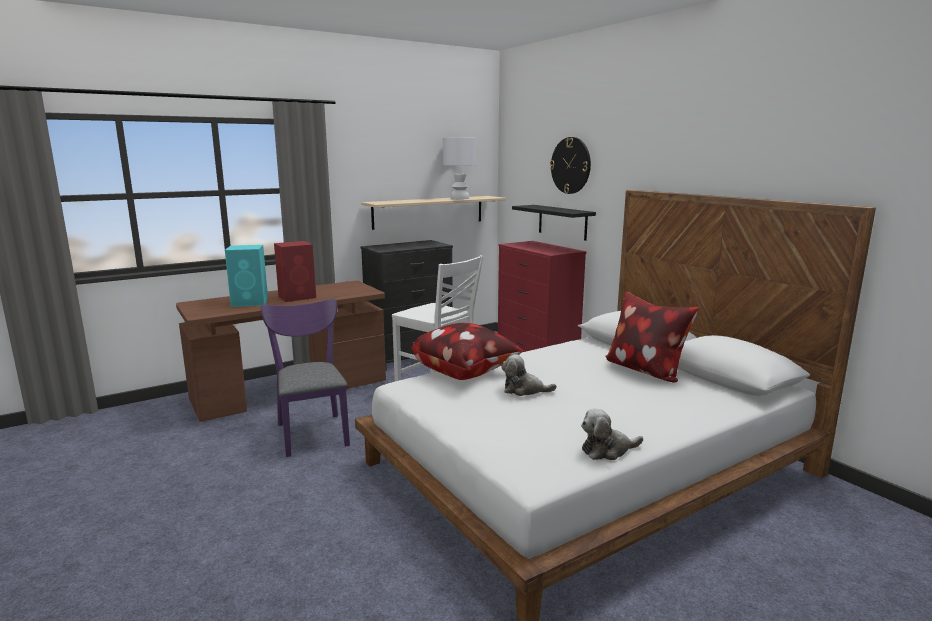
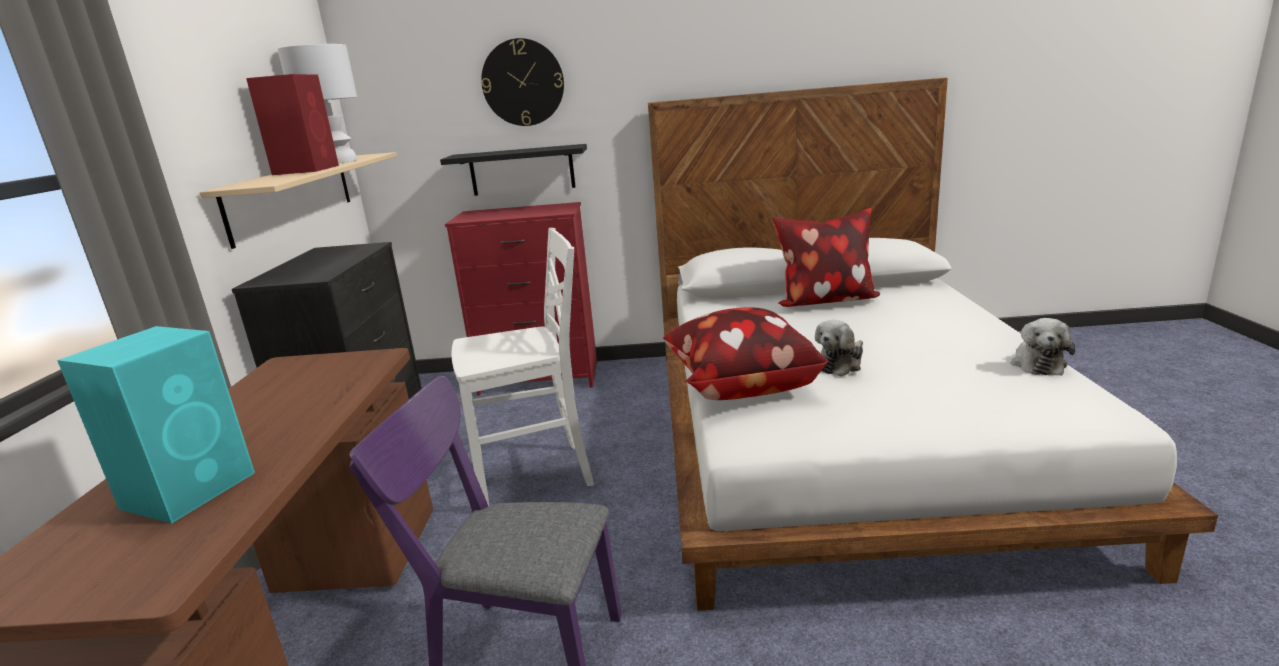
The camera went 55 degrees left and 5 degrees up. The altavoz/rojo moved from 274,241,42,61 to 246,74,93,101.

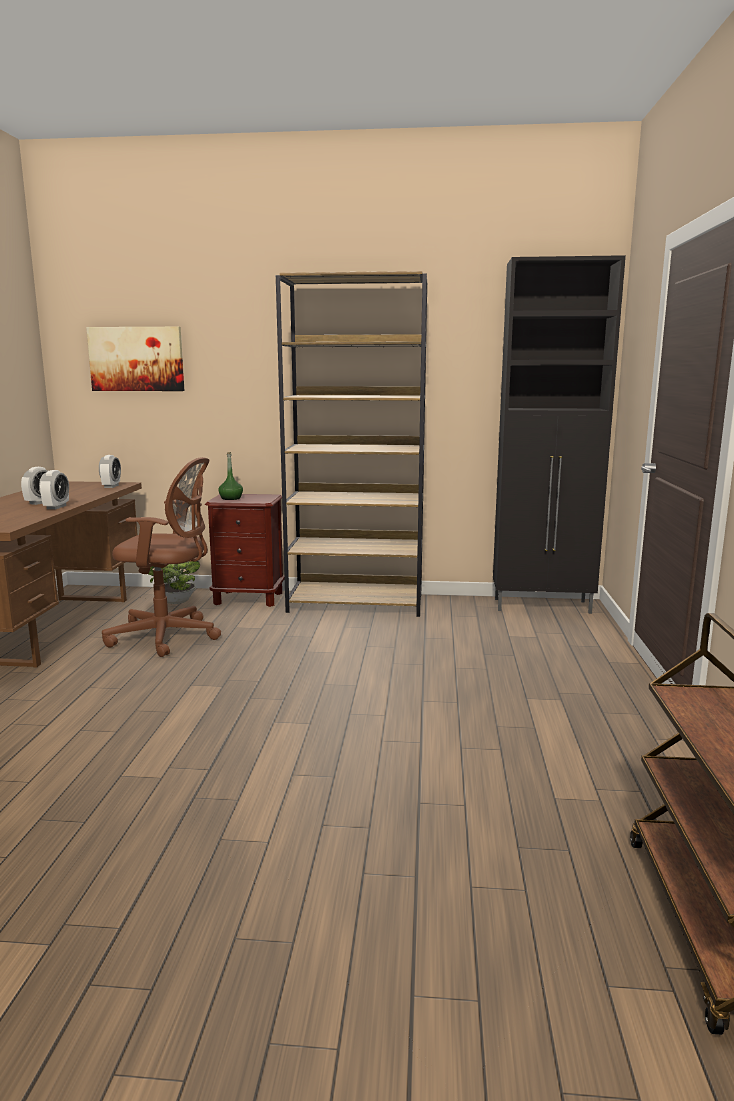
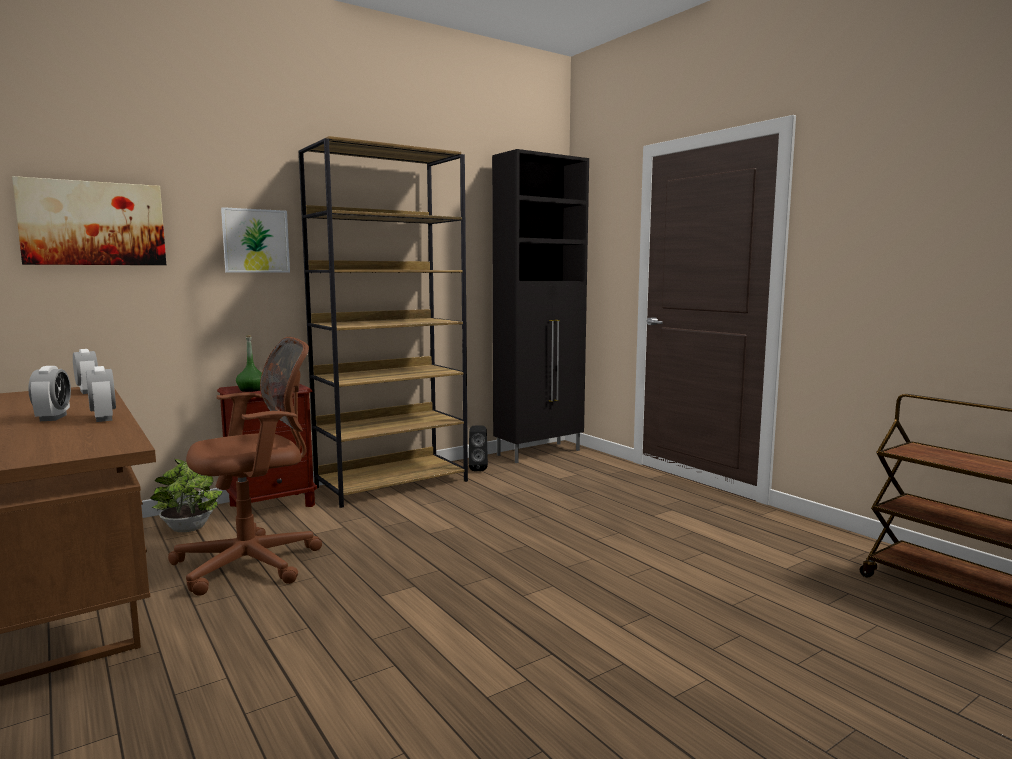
The camera went 40 degrees left and 5 degrees down. The cuadro at 221,207,69,66 appeared. The altavoz/negro at 469,425,19,46 appeared.

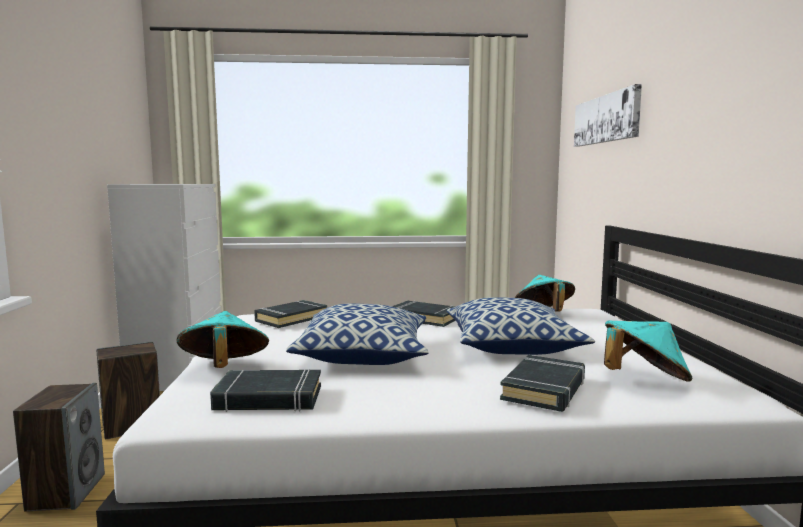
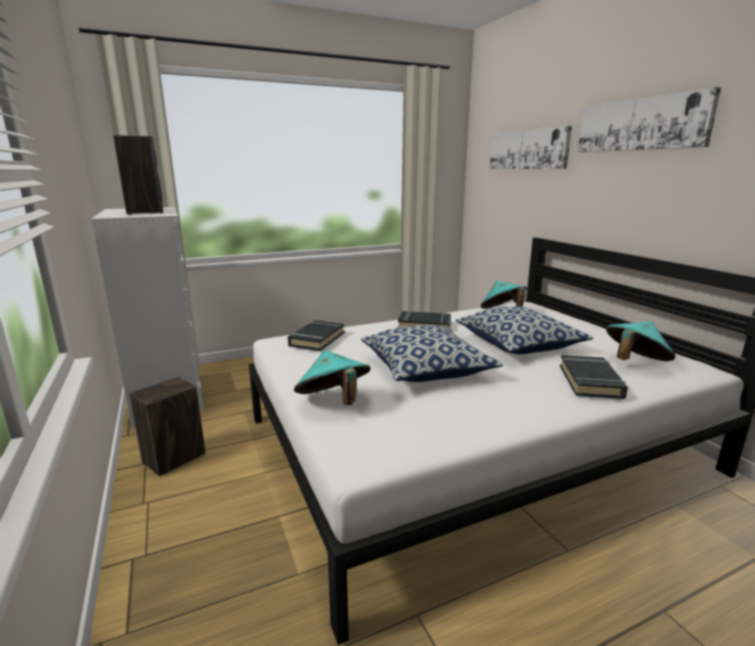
The camera went 20 degrees left and 10 degrees up. The altavoz moved from 13,383,92,129 to 113,135,50,79. The libro/negro at 210,370,111,42 disappeared. The cuadro at 578,87,143,65 appeared.

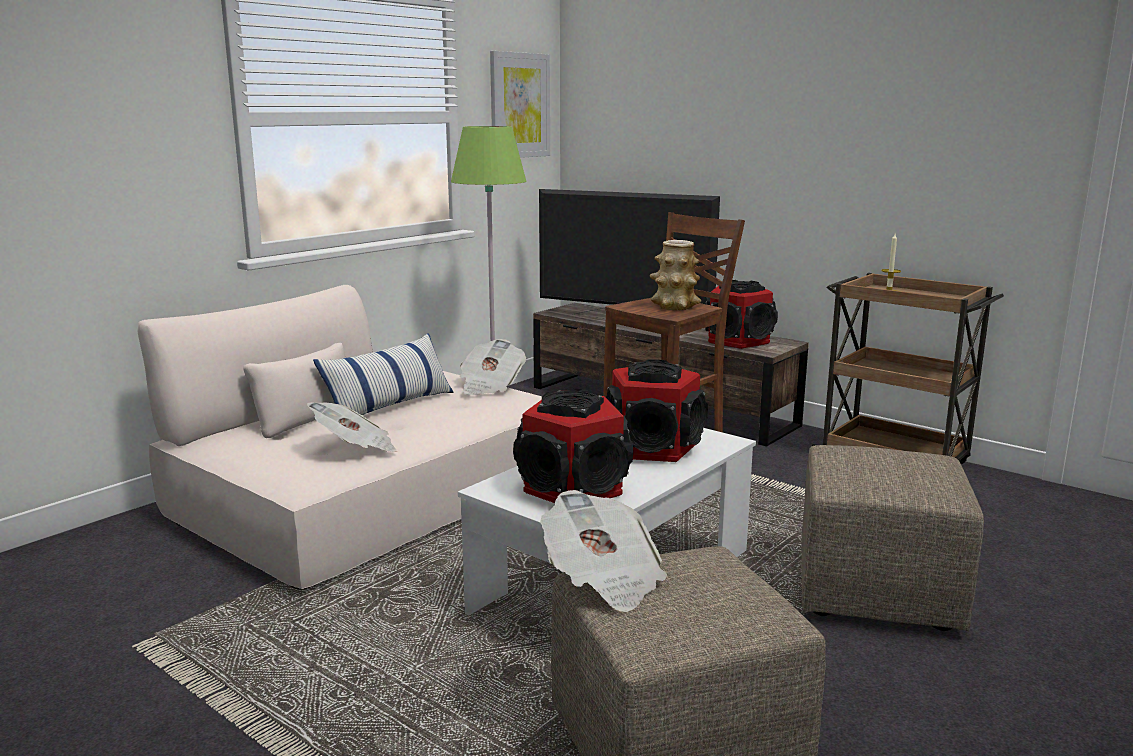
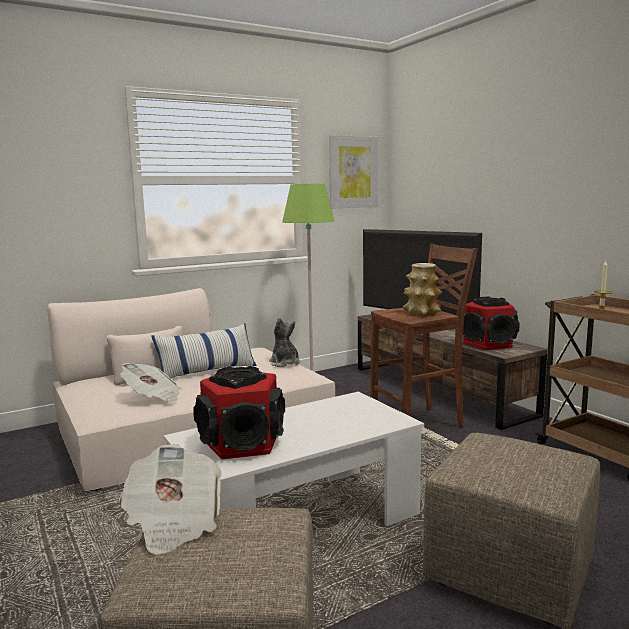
The camera went 20 degrees right and 5 degrees down. The periódico at 459,339,67,56 was replaced by the peluche at 269,317,31,50. The altavoz at 606,359,102,103 disappeared.

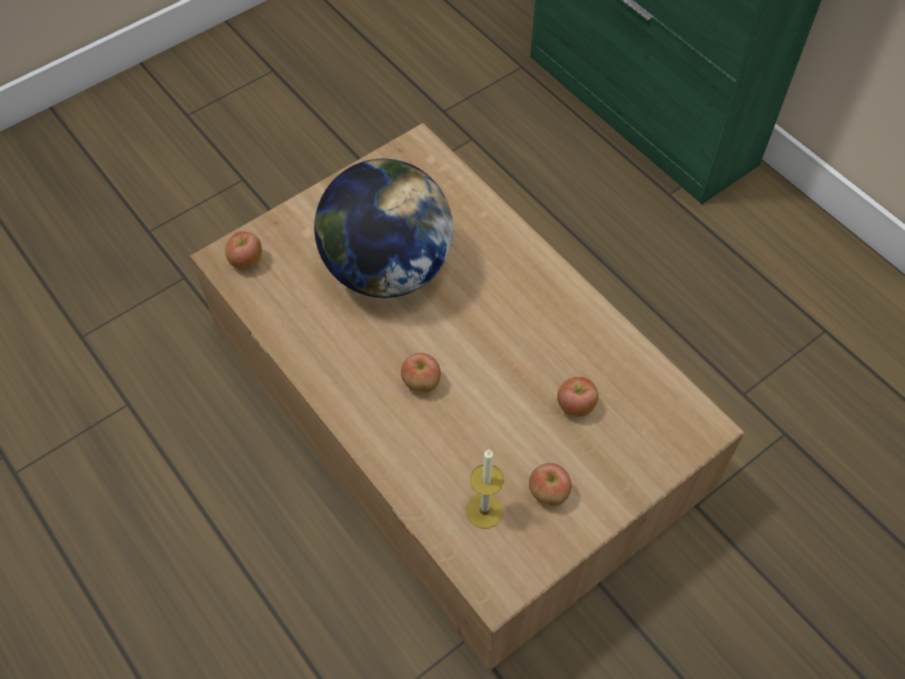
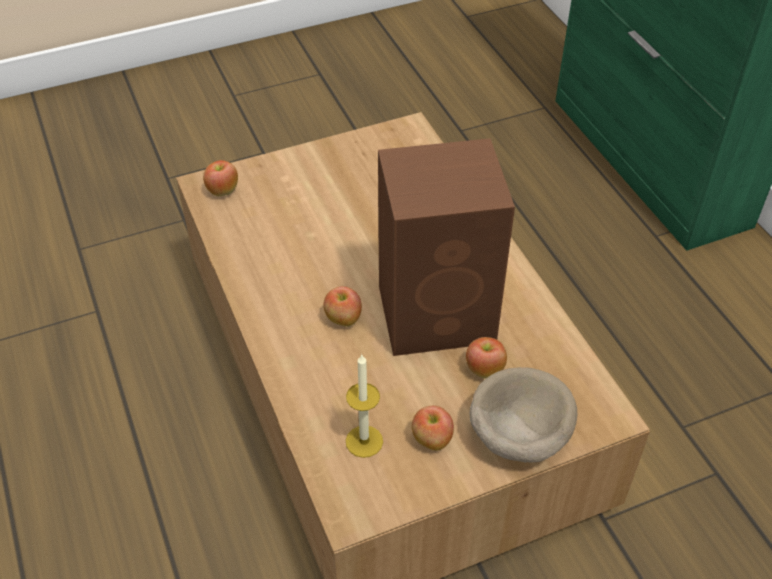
The camera went 15 degrees right and 10 degrees down. The globo terráqueo at 314,159,139,139 disappeared. The altavoz/marrón at 378,138,137,218 appeared. The cuenco/beis at 469,367,108,96 appeared.

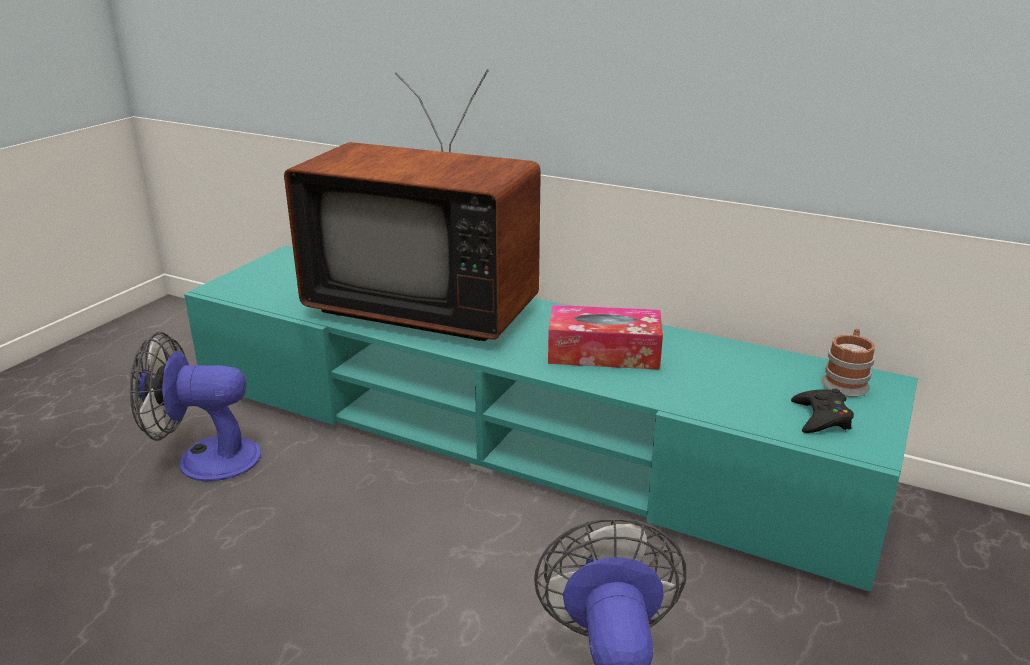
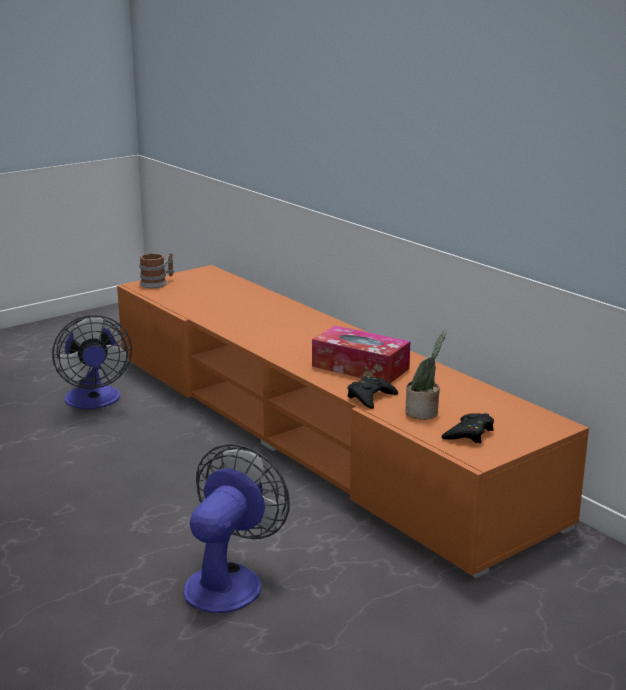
The camera went 25 degrees right and 5 degrees down. The ventilador at 130,332,131,150 turned 135 degrees counterclockwise. The mueble de televisión/turquesa at 184,246,734,345 became the mueble de televisión/naranja at 117,265,472,313. The televisor at 284,69,257,272 disappeared. The taza grande moved from 822,329,53,68 to 139,253,35,35. The mando de consola/negro at 347,376,51,33 appeared. The planta en maceta at 406,330,40,90 appeared.

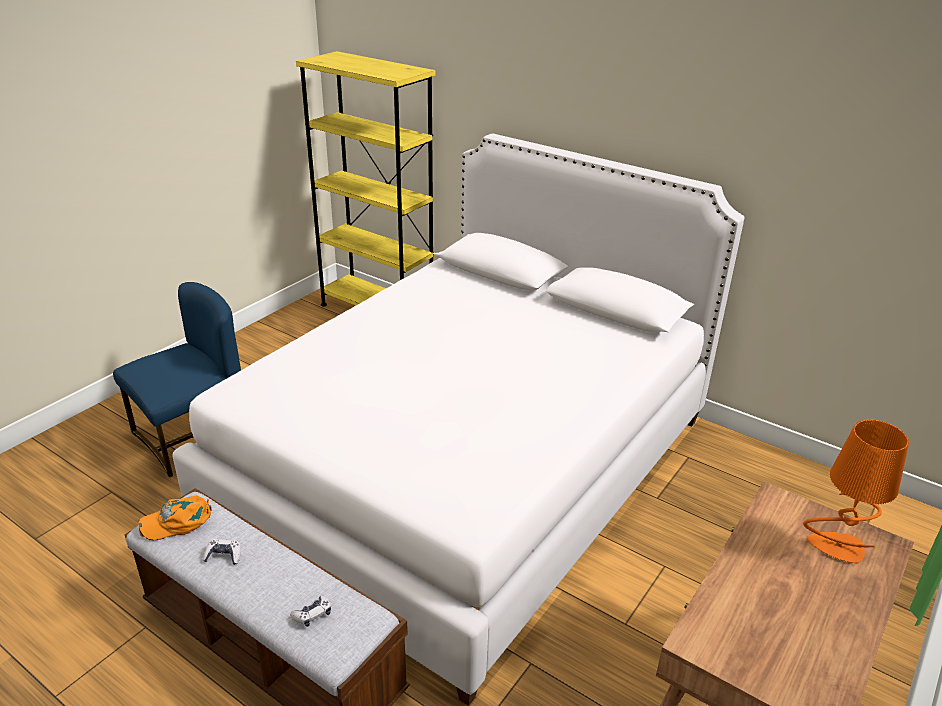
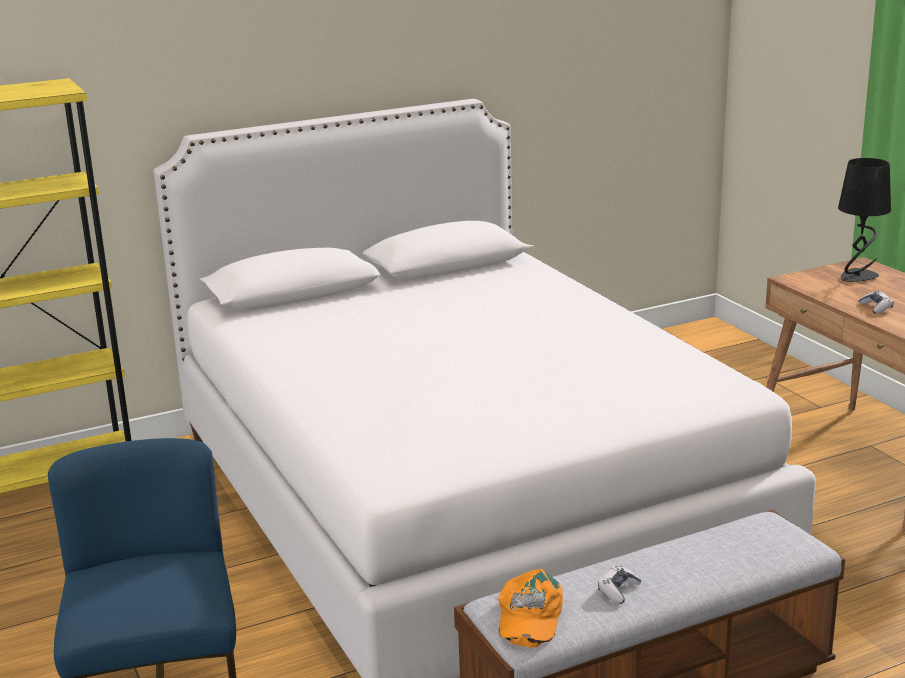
The camera went 60 degrees left and 10 degrees down. The mando de consola moved from 290,596,41,31 to 859,291,35,23. The lámpara de mesa/naranja at 803,420,106,143 became the lámpara de mesa/negro at 838,158,53,124.

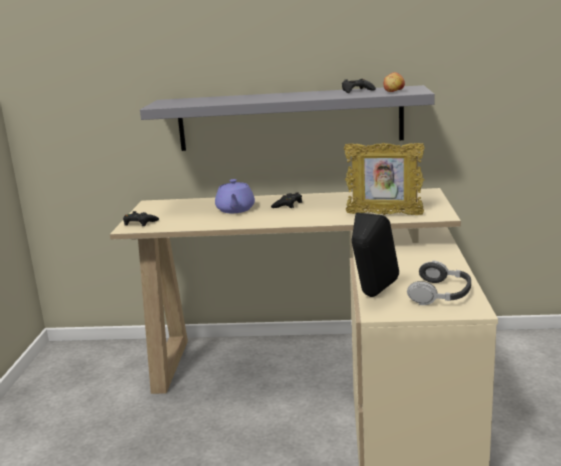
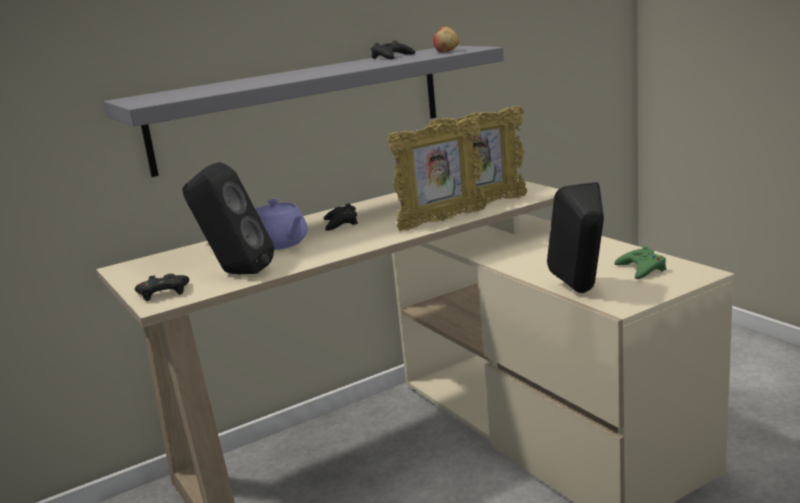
The camera went 35 degrees left and 0 degrees up. The auriculares at 407,261,64,44 was replaced by the mando de consola/verde at 614,246,52,33. The altavoz/negro at 182,162,92,112 appeared. The portarretratos at 388,116,99,115 appeared.

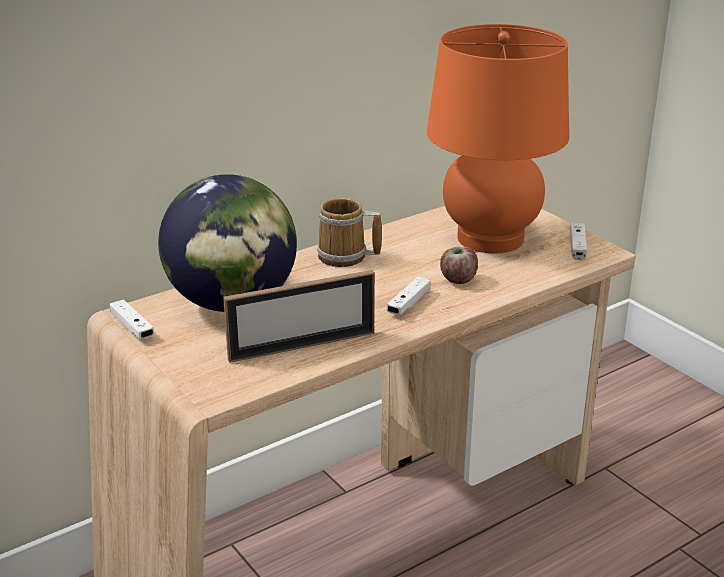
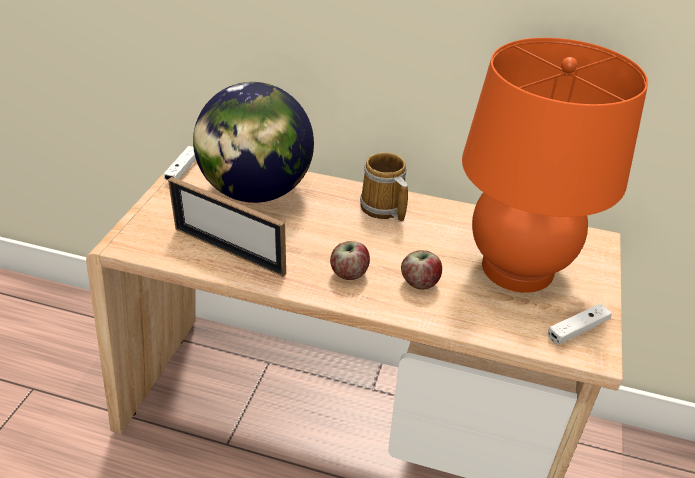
The camera went 50 degrees right and 10 degrees up. The mando de consola/blanco at 386,277,45,38 was replaced by the manzana at 330,241,40,39.

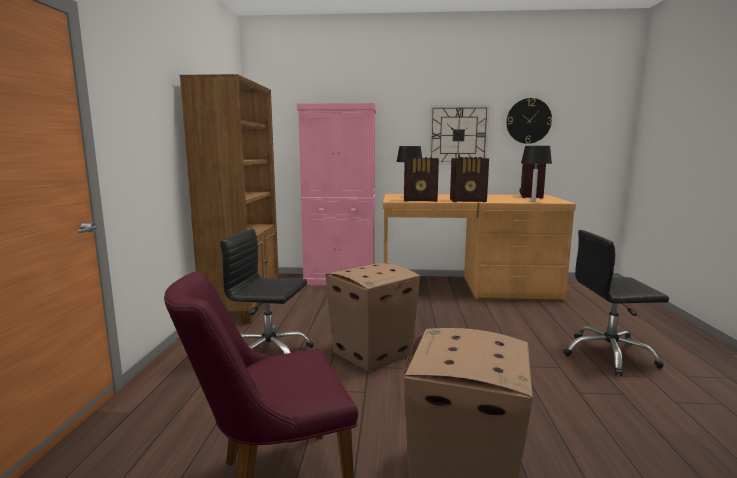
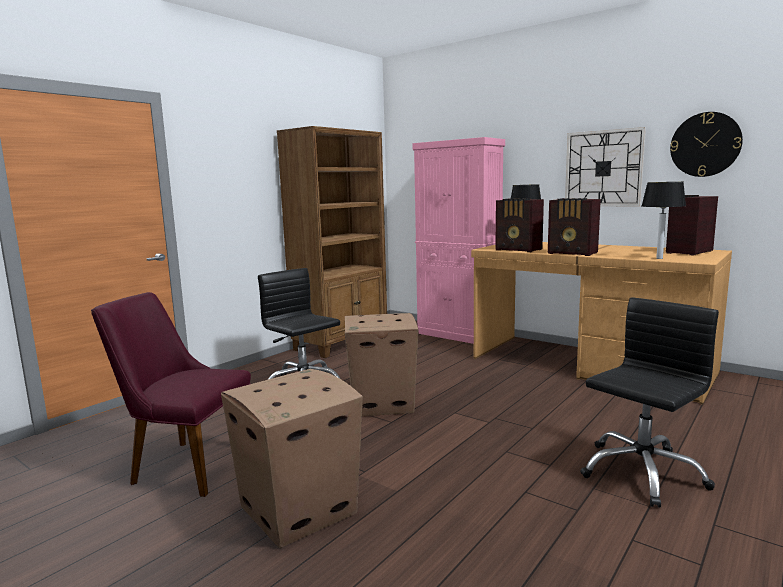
The camera went 35 degrees right and 0 degrees up. The silla de oficina/negro at 563,230,106,146 turned 105 degrees clockwise.

